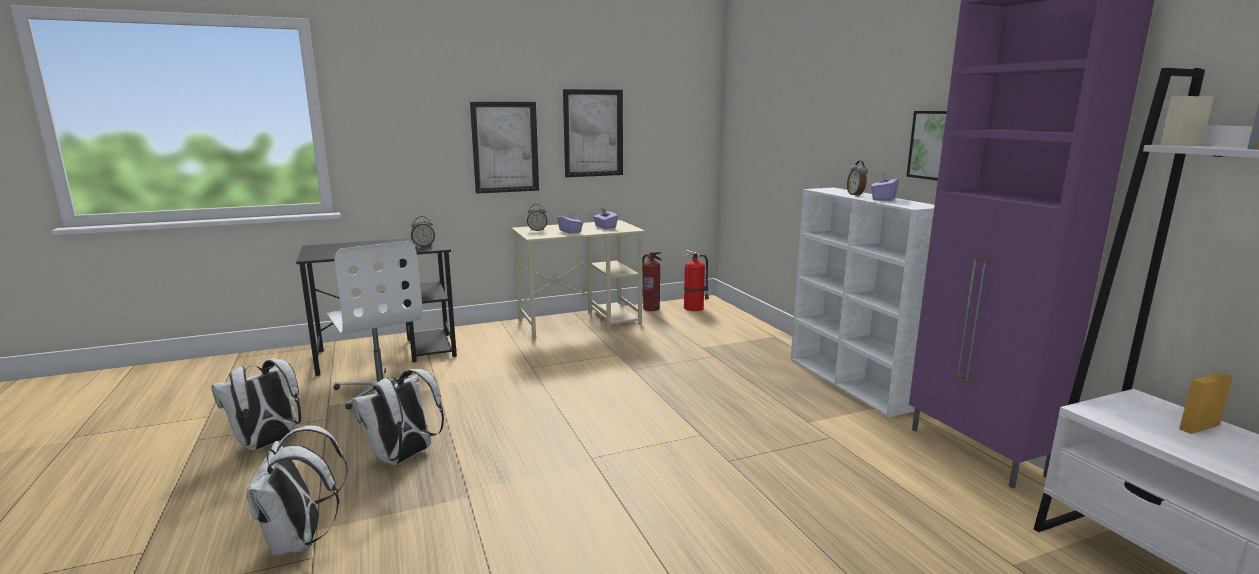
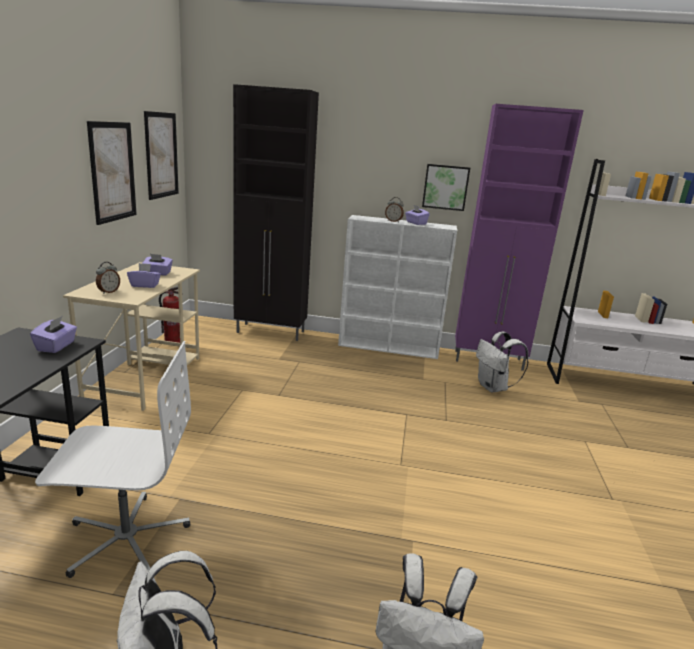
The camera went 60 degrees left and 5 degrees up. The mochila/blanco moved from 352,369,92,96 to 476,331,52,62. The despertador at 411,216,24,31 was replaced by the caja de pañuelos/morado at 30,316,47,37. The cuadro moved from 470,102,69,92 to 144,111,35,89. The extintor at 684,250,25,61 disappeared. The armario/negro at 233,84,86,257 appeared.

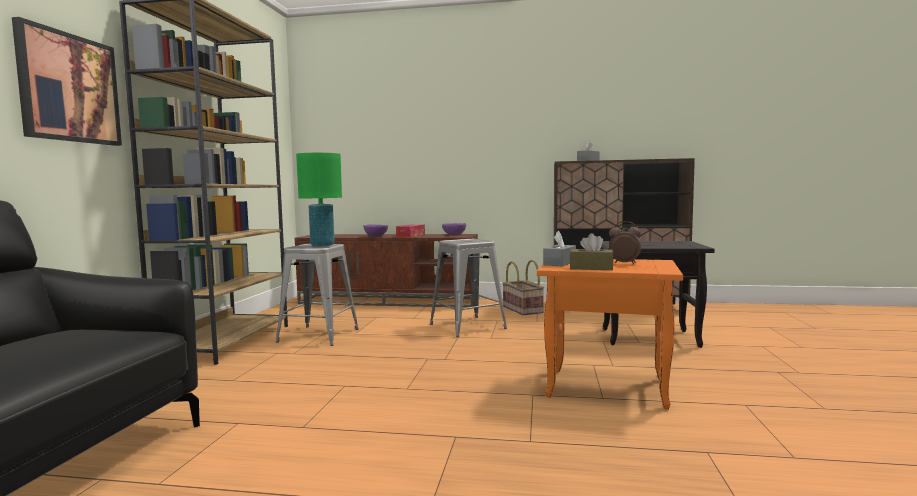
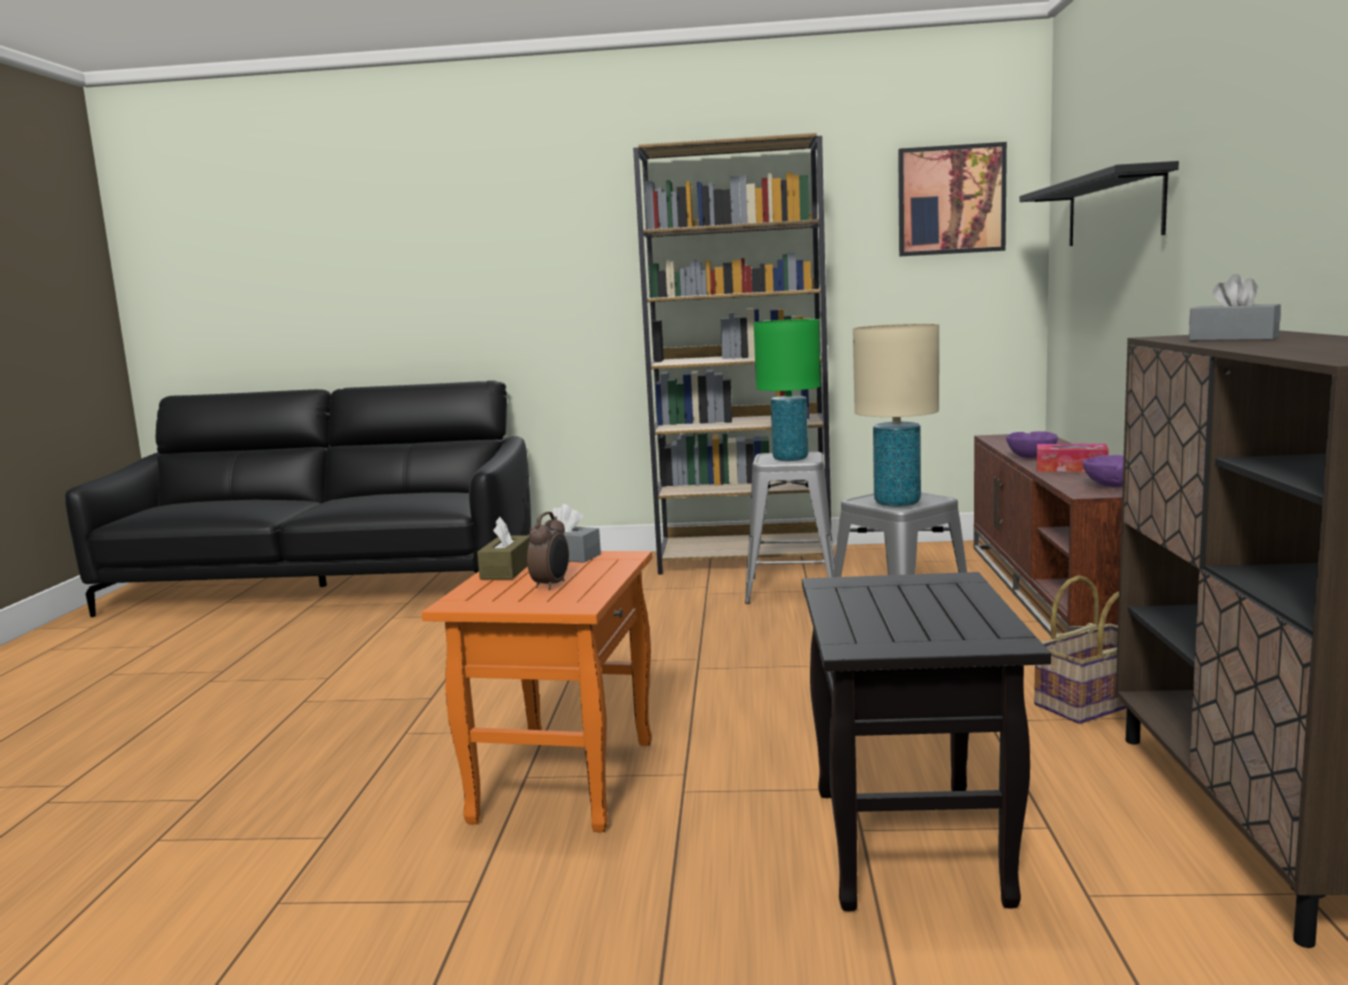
The camera went 85 degrees right and 5 degrees up. The cuadro moved from 12,17,110,129 to 898,142,109,115. The lámpara de mesa/beis at 853,323,86,184 appeared. The estante/negro at 1019,161,160,85 appeared.

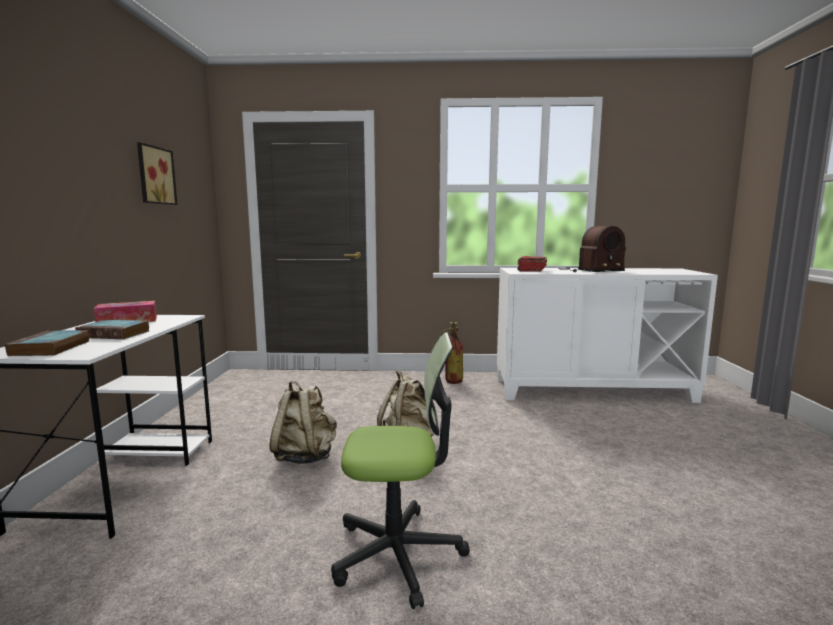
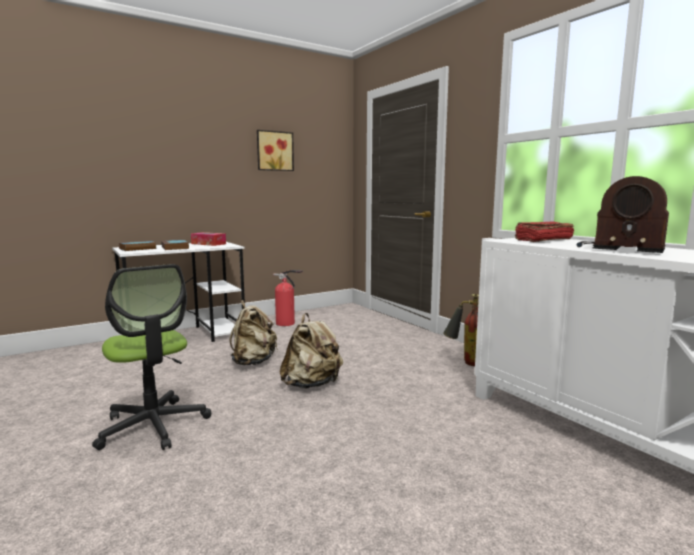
The camera went 55 degrees right and 0 degrees up. The extintor at 273,270,30,56 appeared.

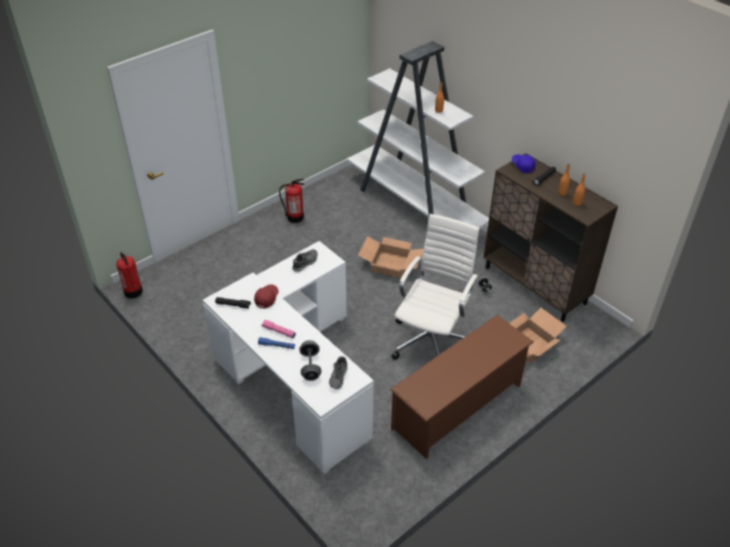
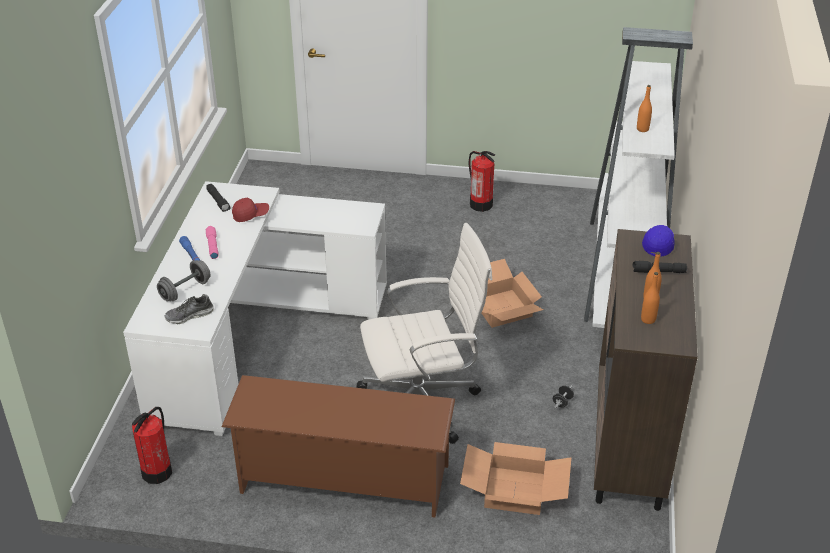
The camera went 50 degrees right and 5 degrees down. The extintor moved from 116,252,27,47 to 132,407,40,77. The zapato at 292,249,26,23 disappeared.

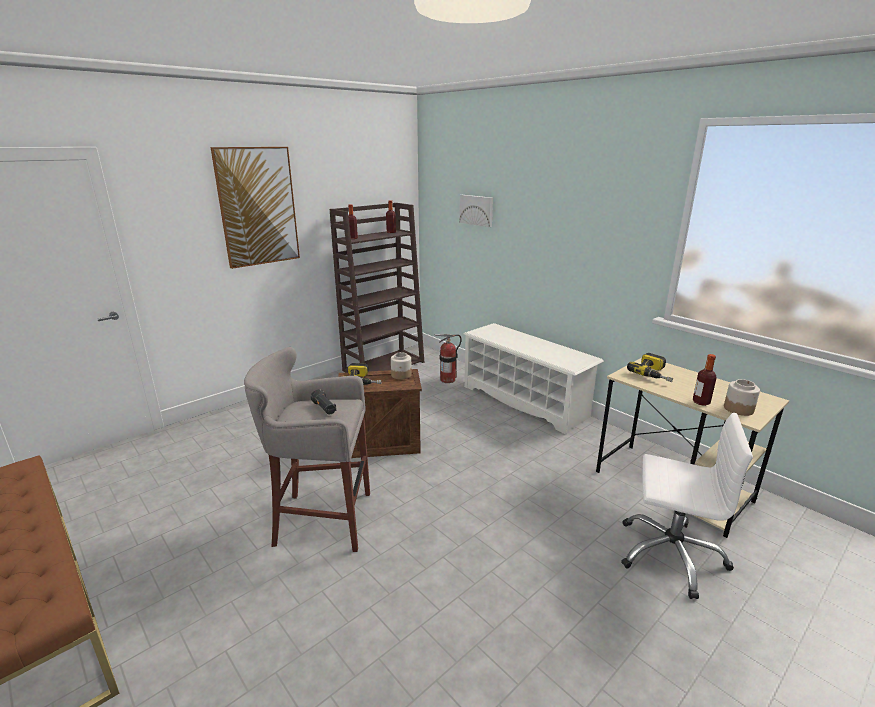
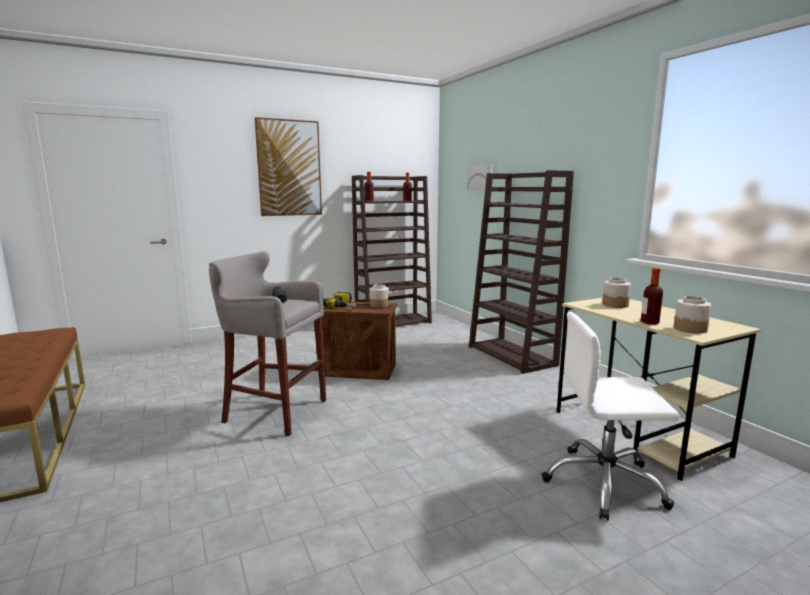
The camera went 15 degrees right and 10 degrees down. The extintor at 434,334,28,49 disappeared. The zapatero/blanco at 464,323,140,112 was replaced by the estantería/marrón at 469,170,105,204. The silla de oficina/blanco at 621,413,132,186 turned 150 degrees clockwise. The taladro at 627,353,46,29 was replaced by the tarro at 602,278,29,30.

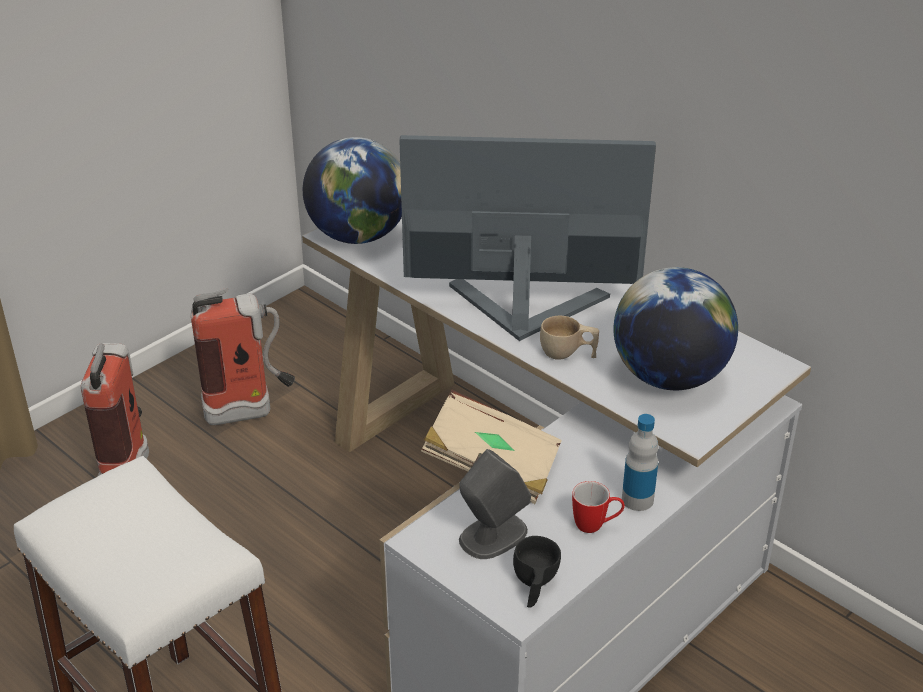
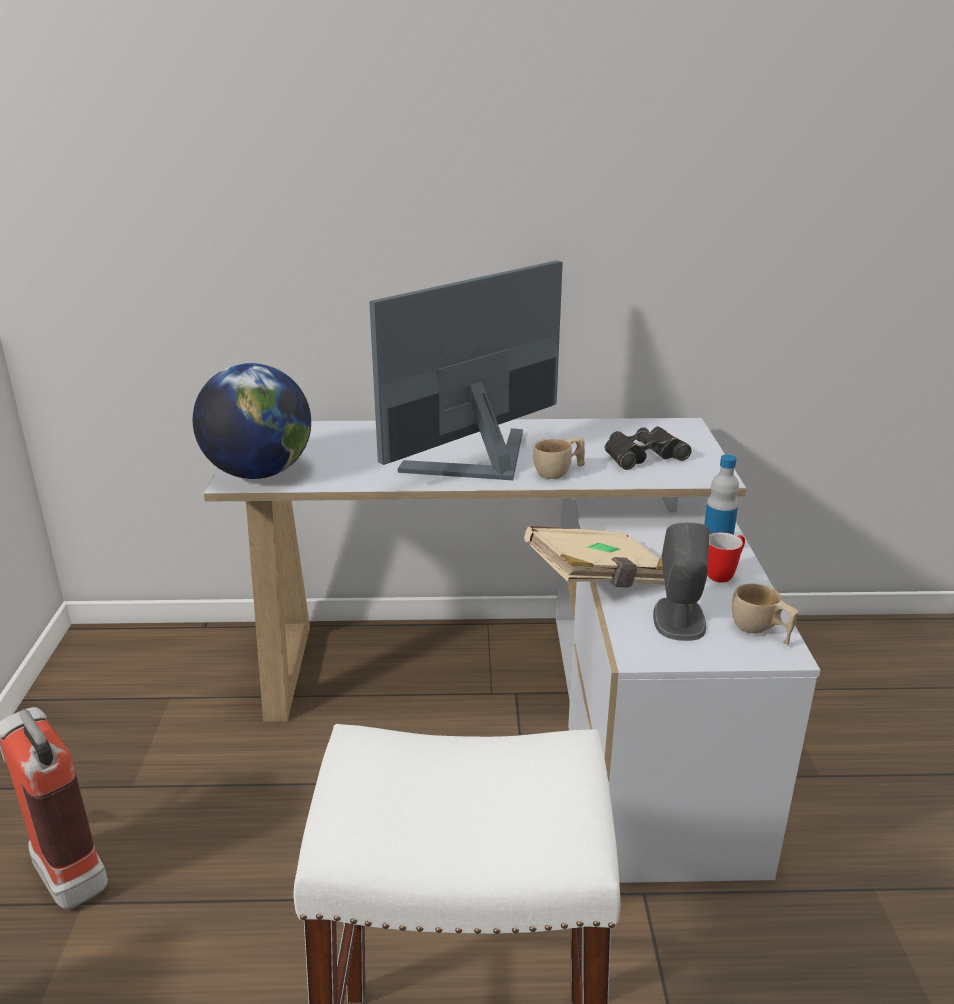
The camera went 45 degrees left and 10 degrees down. The extintor at 191,288,104,137 disappeared. The taza/negro at 513,536,48,72 became the taza/beis at 732,583,66,62. The globo terráqueo at 614,267,124,123 was replaced by the prismáticos/negro at 604,426,88,44.

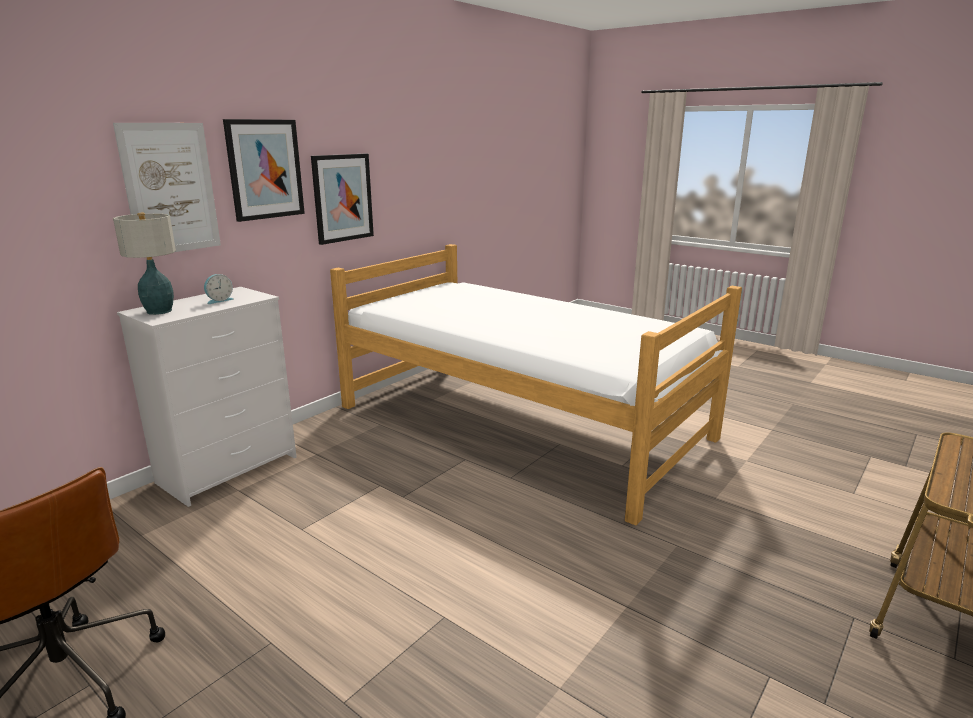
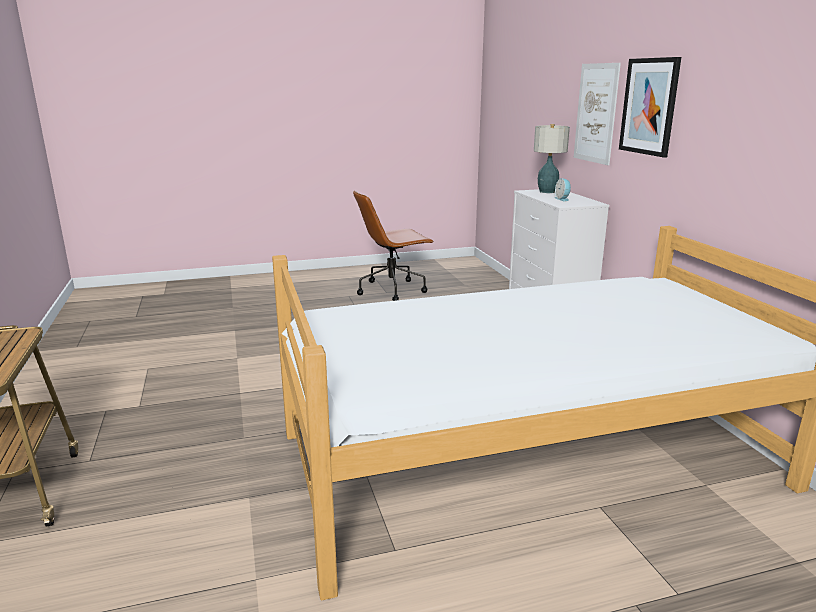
The camera went 125 degrees right and 0 degrees up. The cuadro at 311,154,63,91 disappeared.

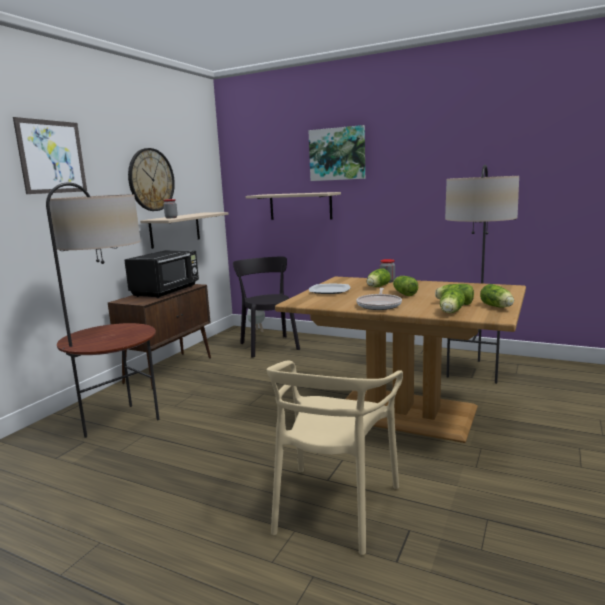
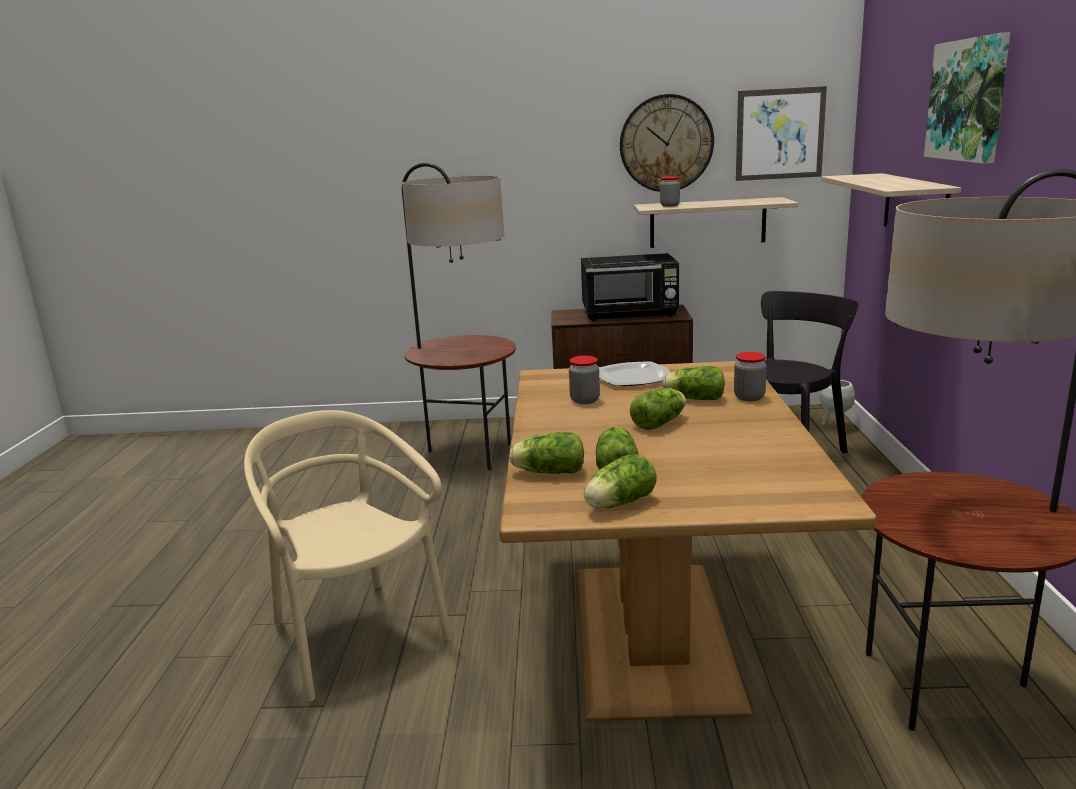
The camera went 65 degrees right and 5 degrees up. The cuadro moved from 13,117,74,77 to 736,86,91,95. The silla/beis at 267,361,136,194 turned 60 degrees clockwise. The sartén at 356,288,46,22 disappeared. The tarro at 569,356,31,48 appeared.

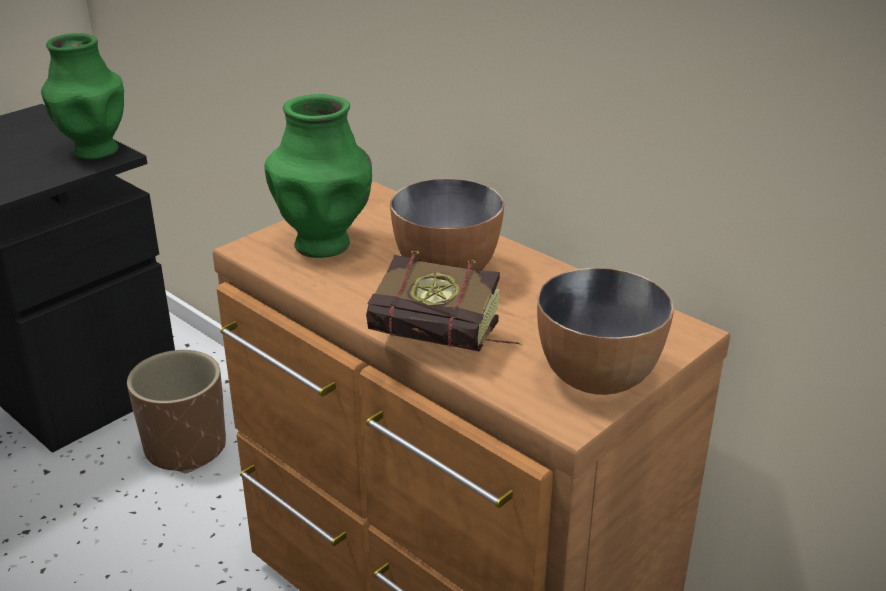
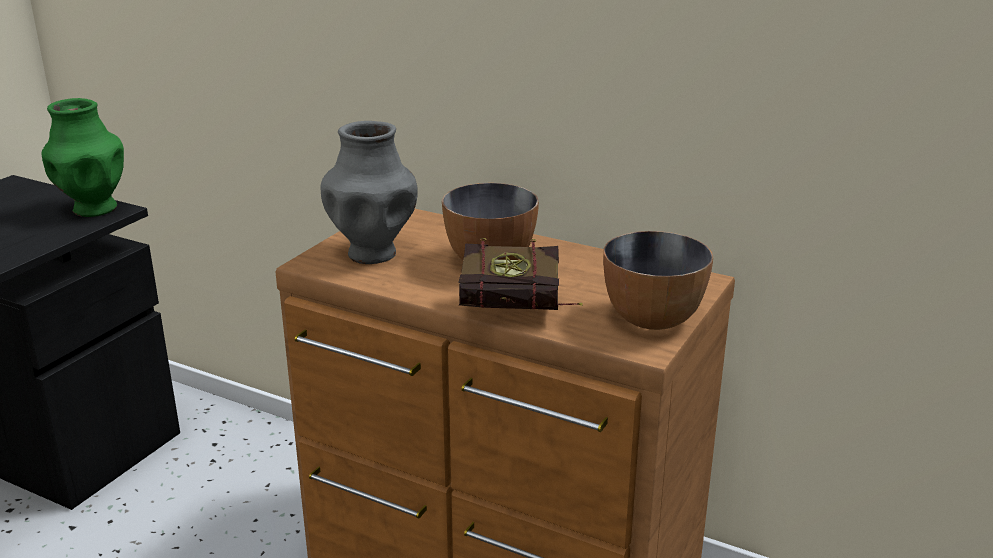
The camera went 15 degrees left and 5 degrees down. The maceta/marrón at 127,350,99,123 disappeared. The florero/verde at 264,94,108,164 became the florero/gris at 320,121,98,143.

